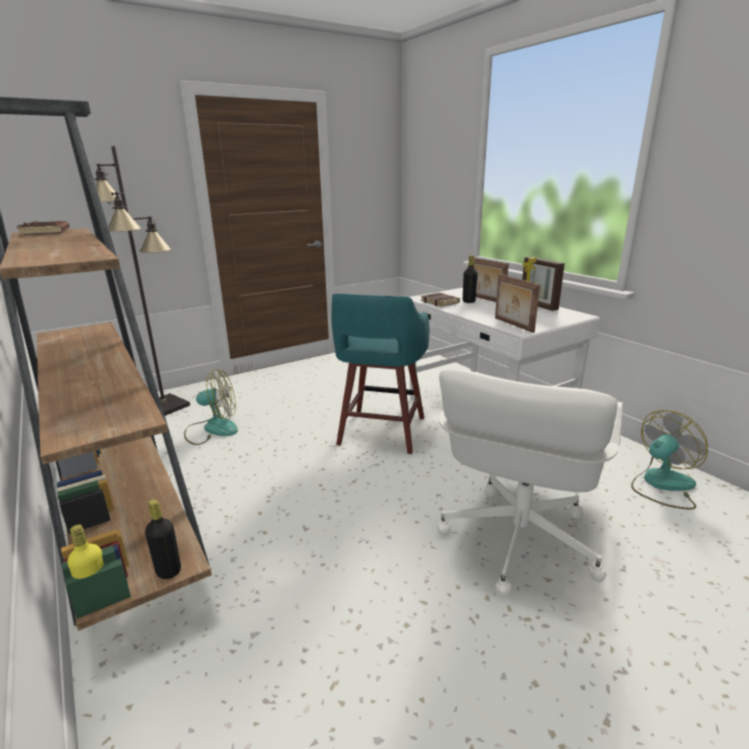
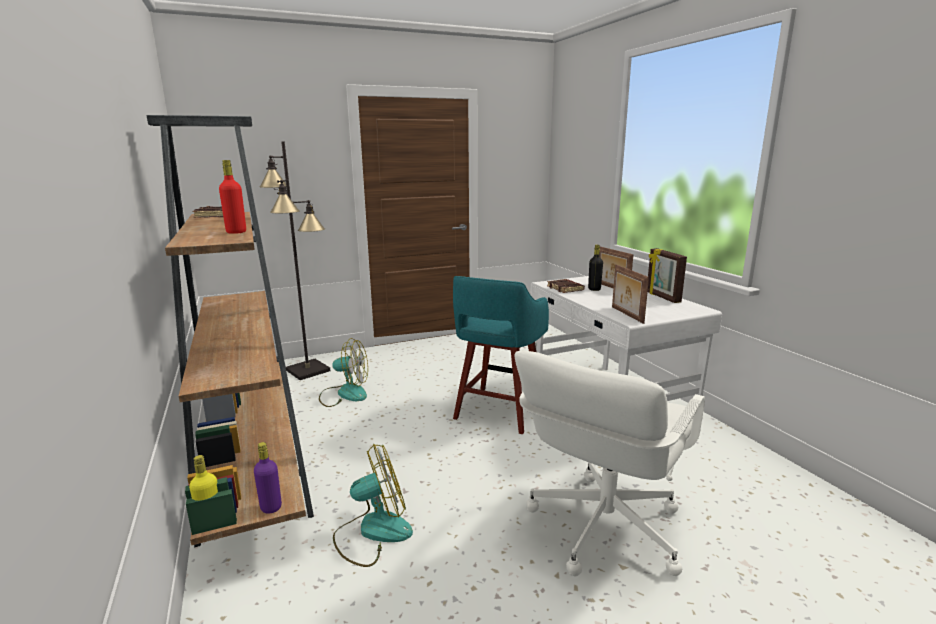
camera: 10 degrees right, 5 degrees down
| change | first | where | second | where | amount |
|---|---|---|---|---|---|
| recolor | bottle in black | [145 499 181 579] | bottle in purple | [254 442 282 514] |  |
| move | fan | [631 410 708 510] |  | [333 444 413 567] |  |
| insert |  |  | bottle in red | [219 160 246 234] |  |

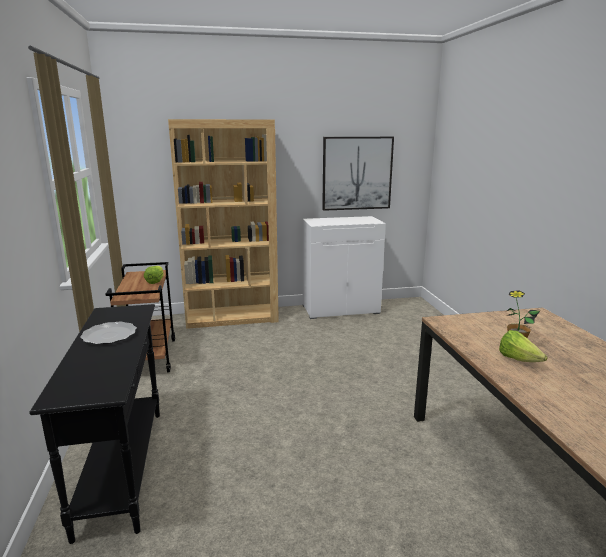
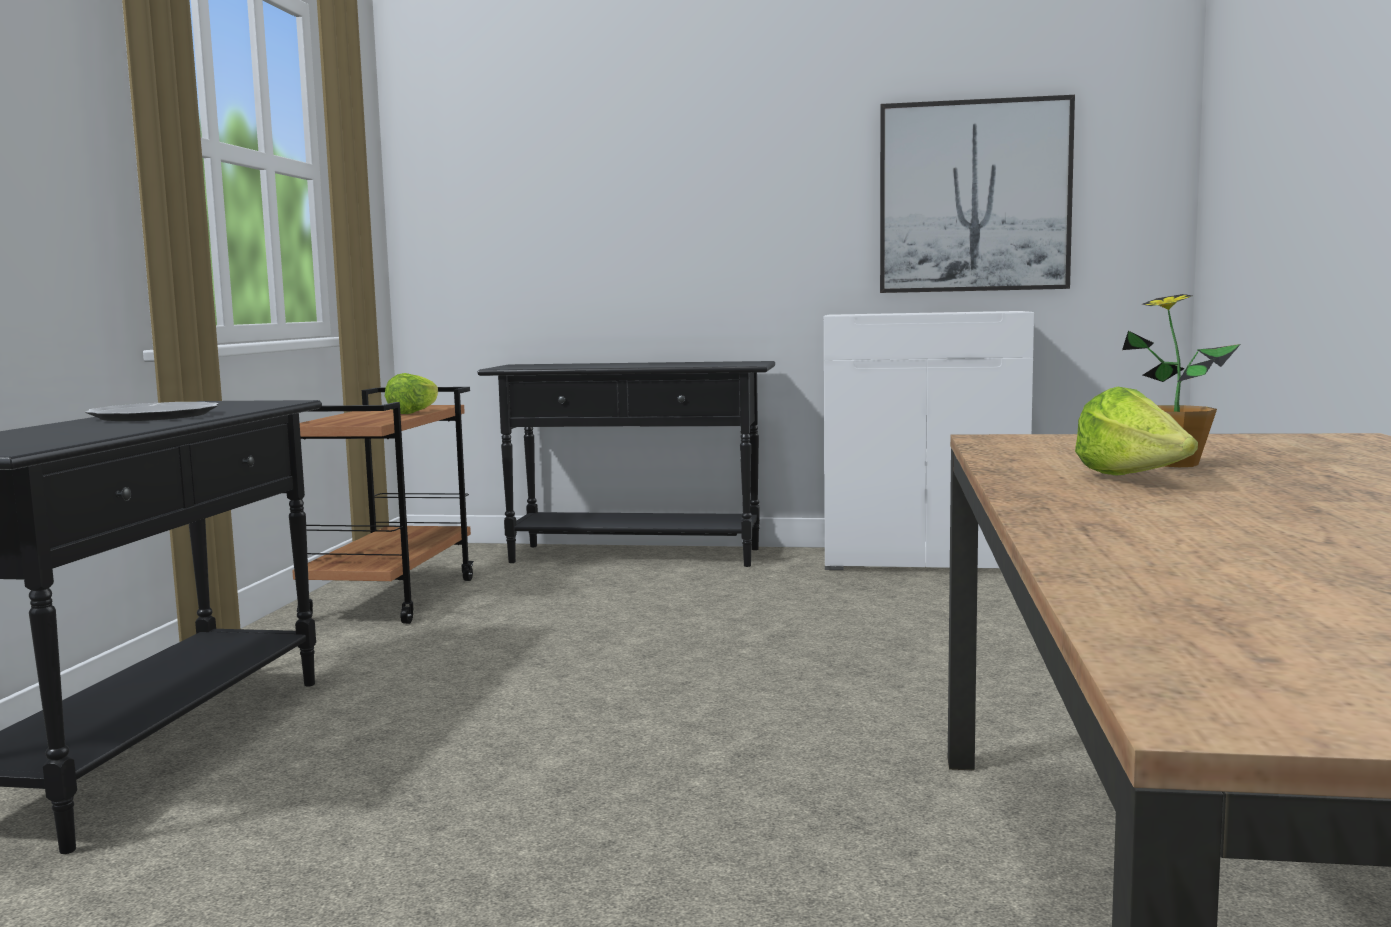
camera: 20 degrees right, 10 degrees down
| change | first | where | second | where | amount |
|---|---|---|---|---|---|
| replace | bookcase in brown | [168 119 279 329] | console table in black | [477 361 775 567] |  |

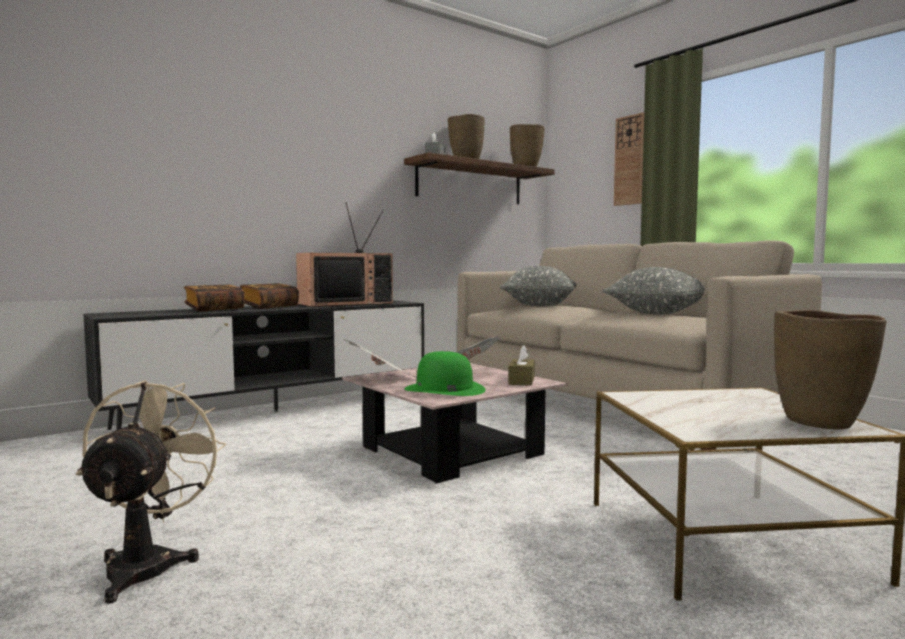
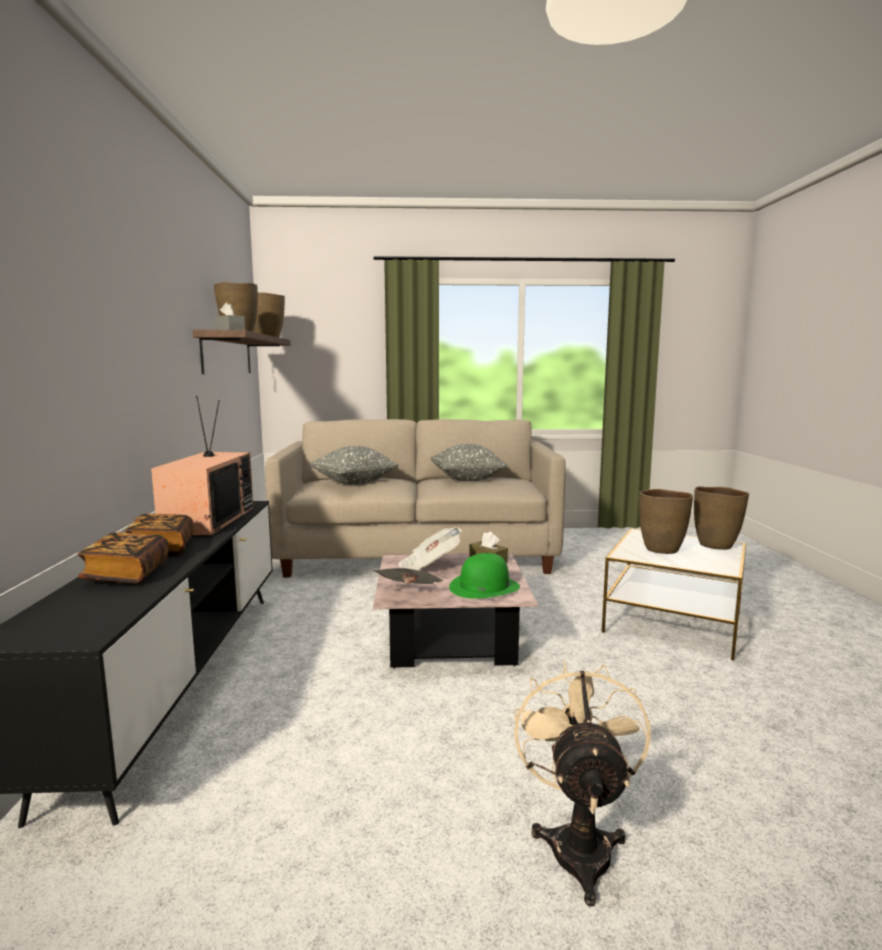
camera: 55 degrees left, 5 degrees up
| change | first | where | second | where | amount |
|---|---|---|---|---|---|
| rotate | fan in beige | [76 381 226 604] |  | [514 660 651 907] | 60 degrees clockwise |
| delete | wall clock | [614 113 644 206] |  |  |  |
| insert |  |  | vase in brown | [639 489 693 554] |  |

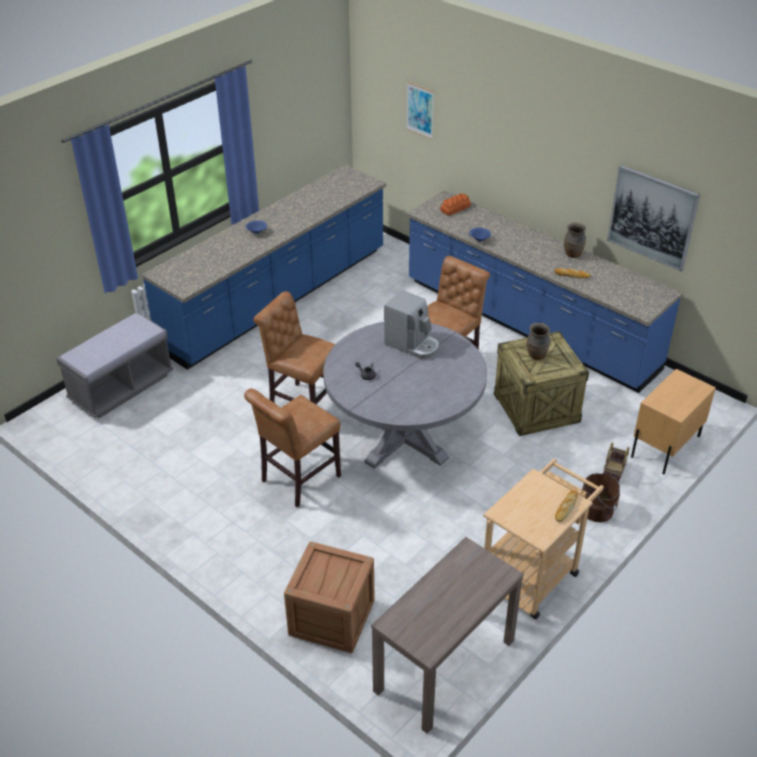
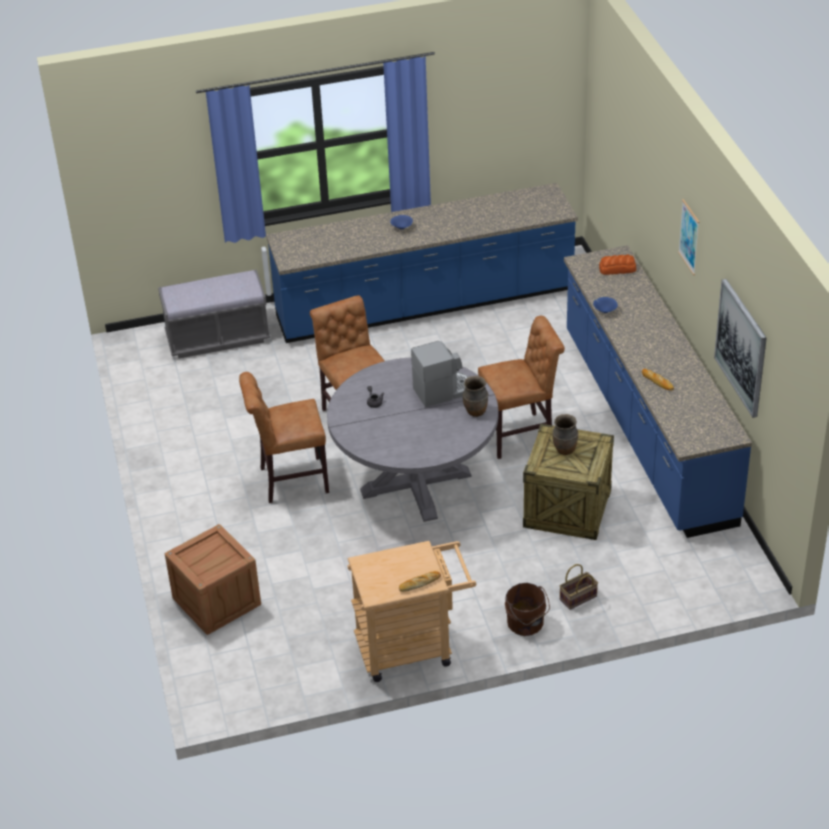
camera: 35 degrees right, 0 degrees up
| change | first | where | second | where | amount |
|---|---|---|---|---|---|
| delete | console table in brown | [371 537 524 734] |  |  |  |
| rotate | coffee machine | [384 290 439 359] |  | [411 341 468 407] | 90 degrees counterclockwise |
| move | picture | [406 82 434 139] |  | [678 199 699 275] |  |
| move | vase in brown | [564 222 586 258] |  | [463 376 488 417] |  |
| delete | nightstand in beige | [631 369 716 475] |  |  |  |

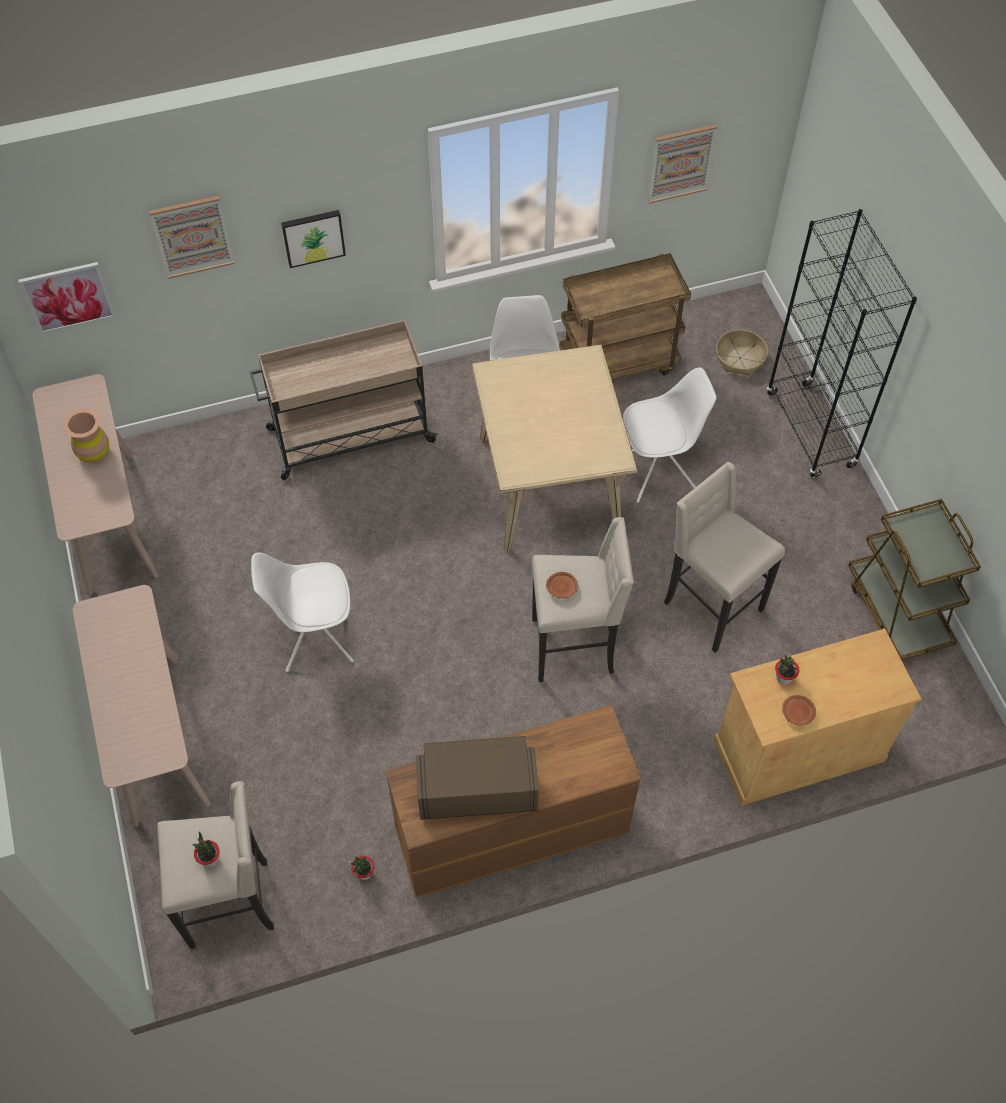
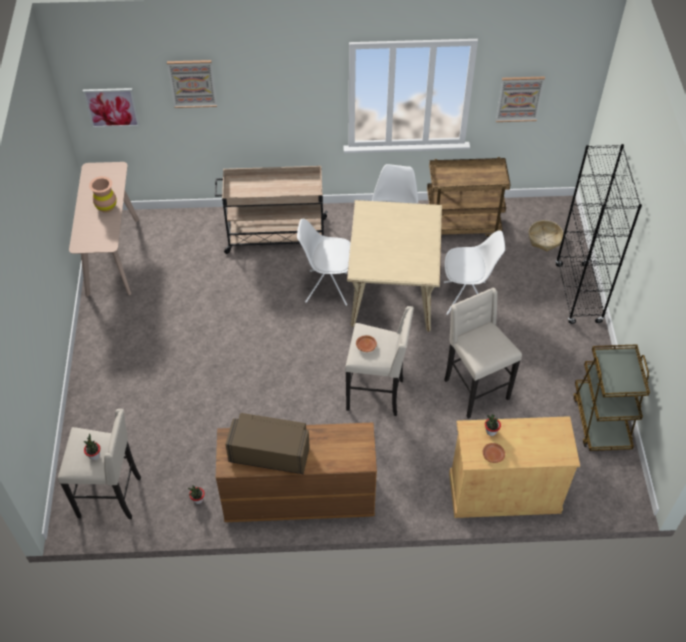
camera: 15 degrees right, 5 degrees down
| change | first | where | second | where | amount |
|---|---|---|---|---|---|
| delete | console table in beige | [73 585 211 827] |  |  |  |
| move | chair in white | [251 552 354 672] |  | [297 219 351 306] |  |
| delete | picture | [281 210 346 268] |  |  |  |

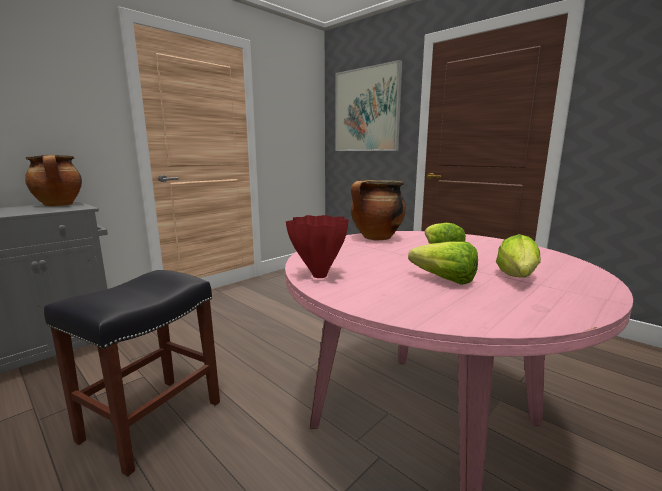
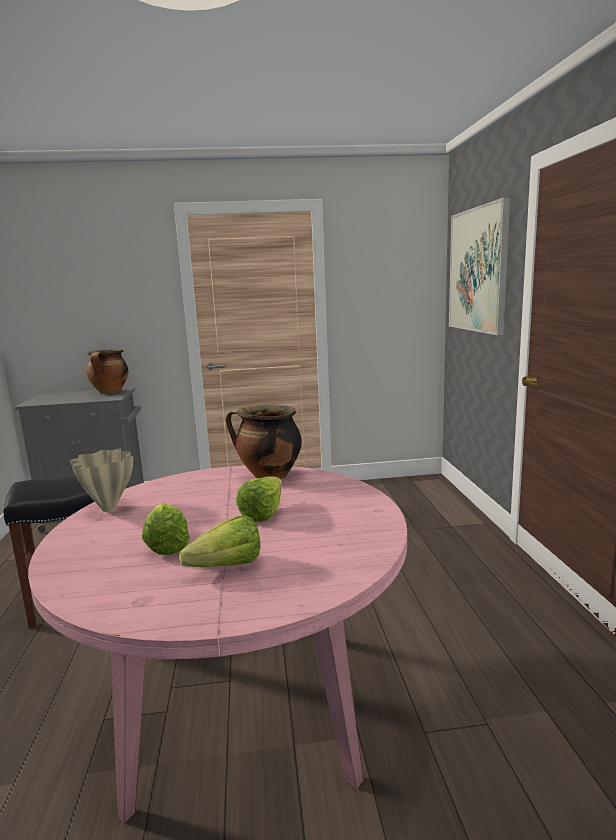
camera: 40 degrees right, 0 degrees up
| change | first | where | second | where | amount |
|---|---|---|---|---|---|
| recolor | vase in red | [286 215 349 278] | vase in beige | [70 449 133 512] |  |

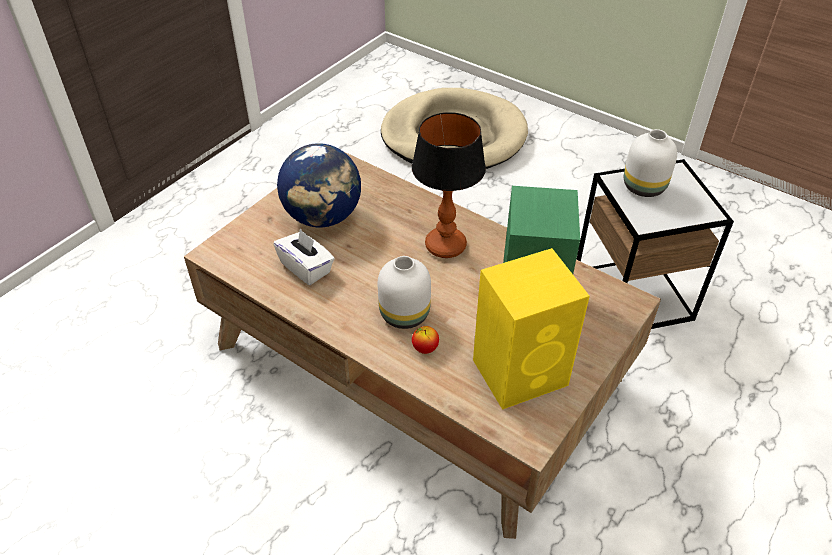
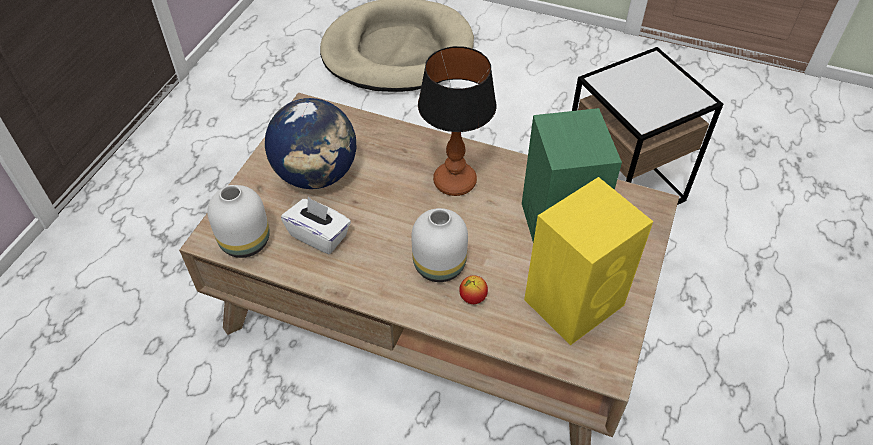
camera: 15 degrees left, 5 degrees up
| change | first | where | second | where | amount |
|---|---|---|---|---|---|
| move | vase in white | [624 129 677 197] |  | [207 185 270 258] |  |

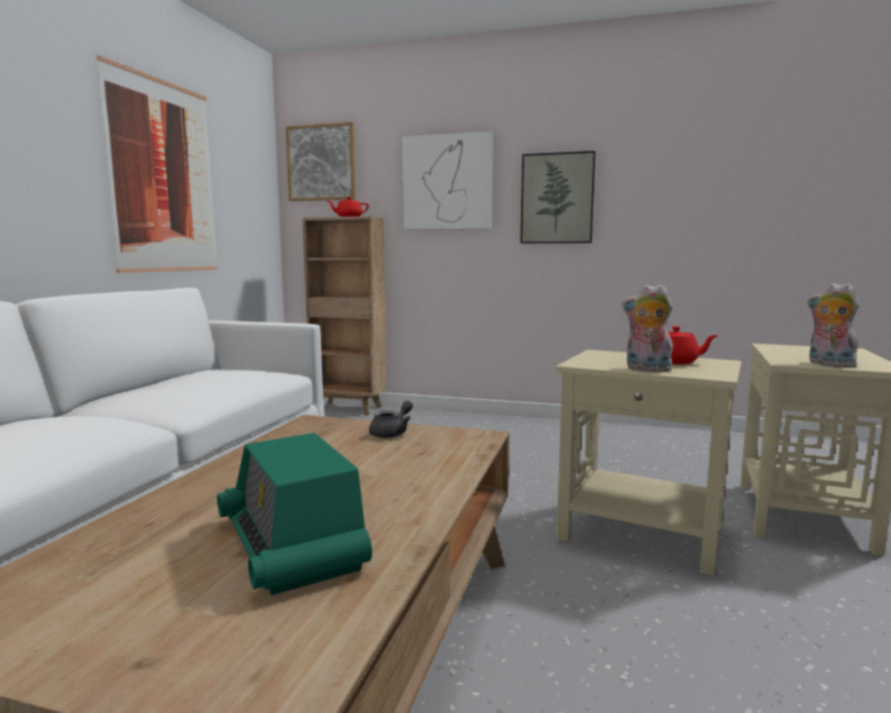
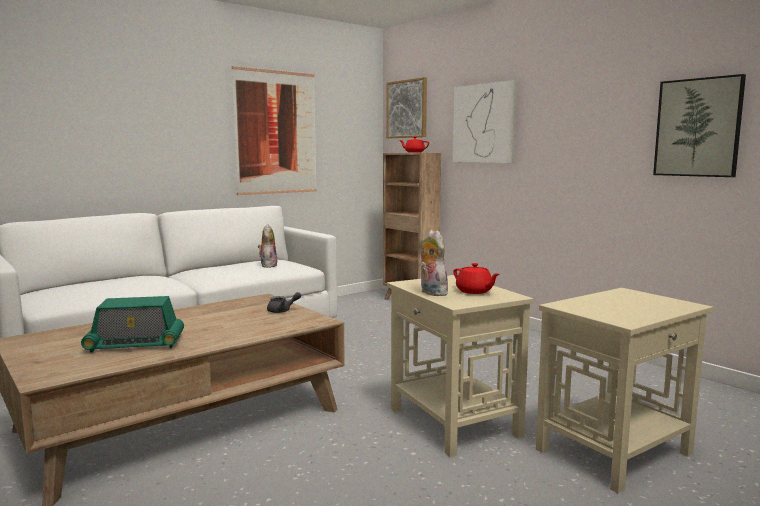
camera: 35 degrees right, 0 degrees up
| change | first | where | second | where | amount |
|---|---|---|---|---|---|
| rotate | radio | [217 433 372 595] |  | [81 296 184 353] | 105 degrees counterclockwise |
| move | picture | [520 151 595 243] |  | [653 74 746 177] |  |
| move | plush toy | [807 283 859 367] |  | [258 224 278 268] |  |

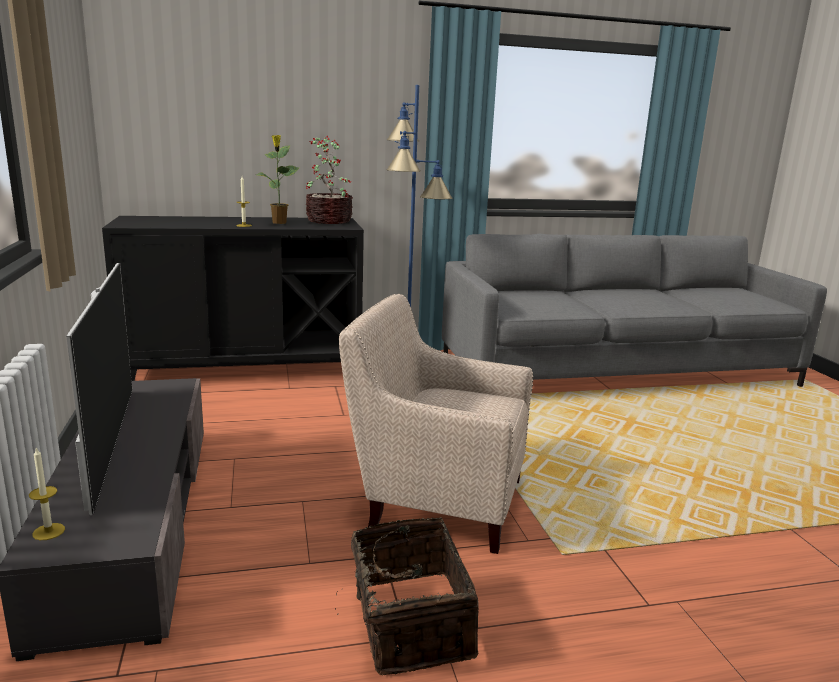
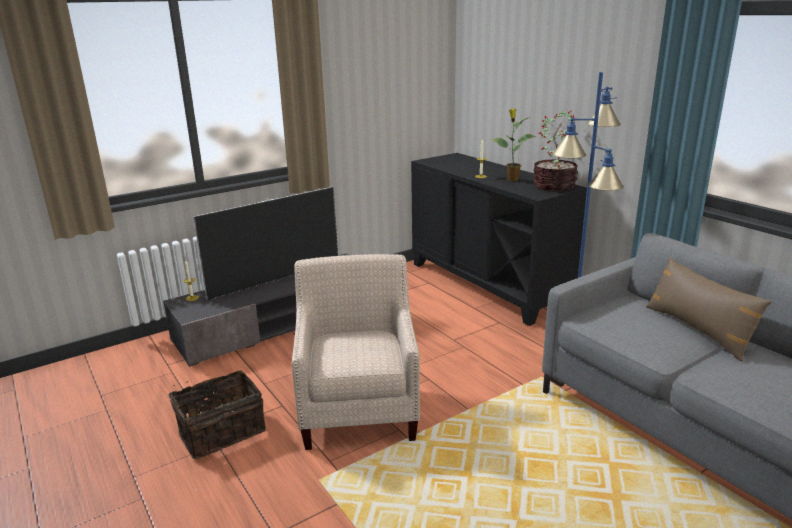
camera: 70 degrees right, 5 degrees up
| change | first | where | second | where | amount |
|---|---|---|---|---|---|
| insert |  |  | pillow in brown | [646 257 772 362] |  |

